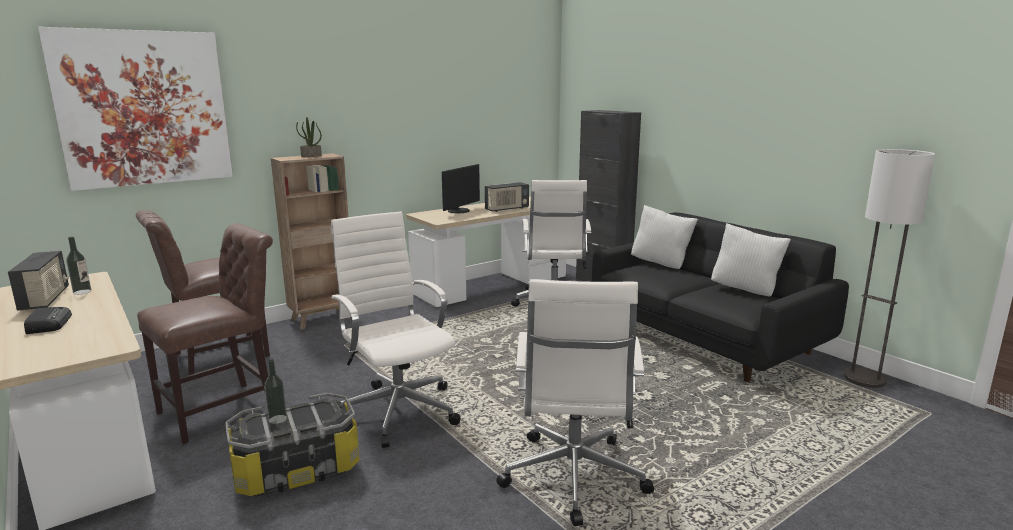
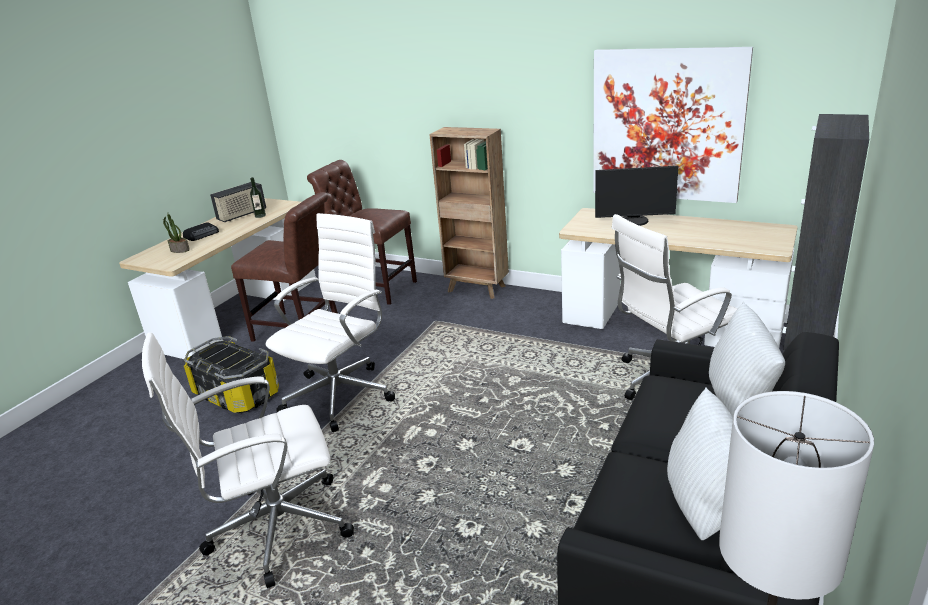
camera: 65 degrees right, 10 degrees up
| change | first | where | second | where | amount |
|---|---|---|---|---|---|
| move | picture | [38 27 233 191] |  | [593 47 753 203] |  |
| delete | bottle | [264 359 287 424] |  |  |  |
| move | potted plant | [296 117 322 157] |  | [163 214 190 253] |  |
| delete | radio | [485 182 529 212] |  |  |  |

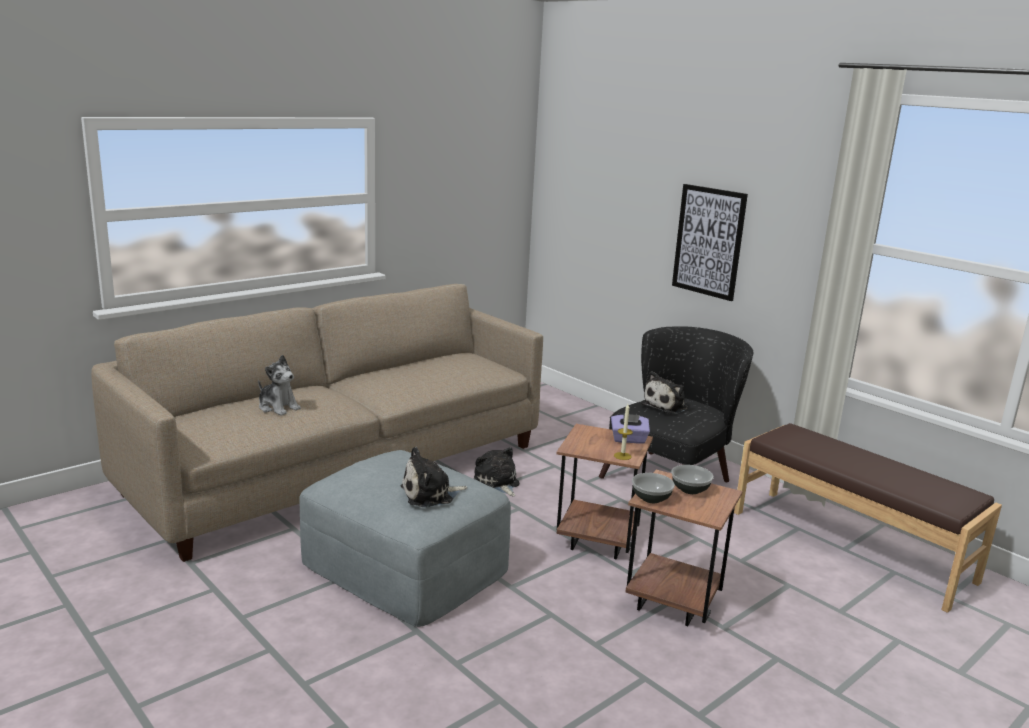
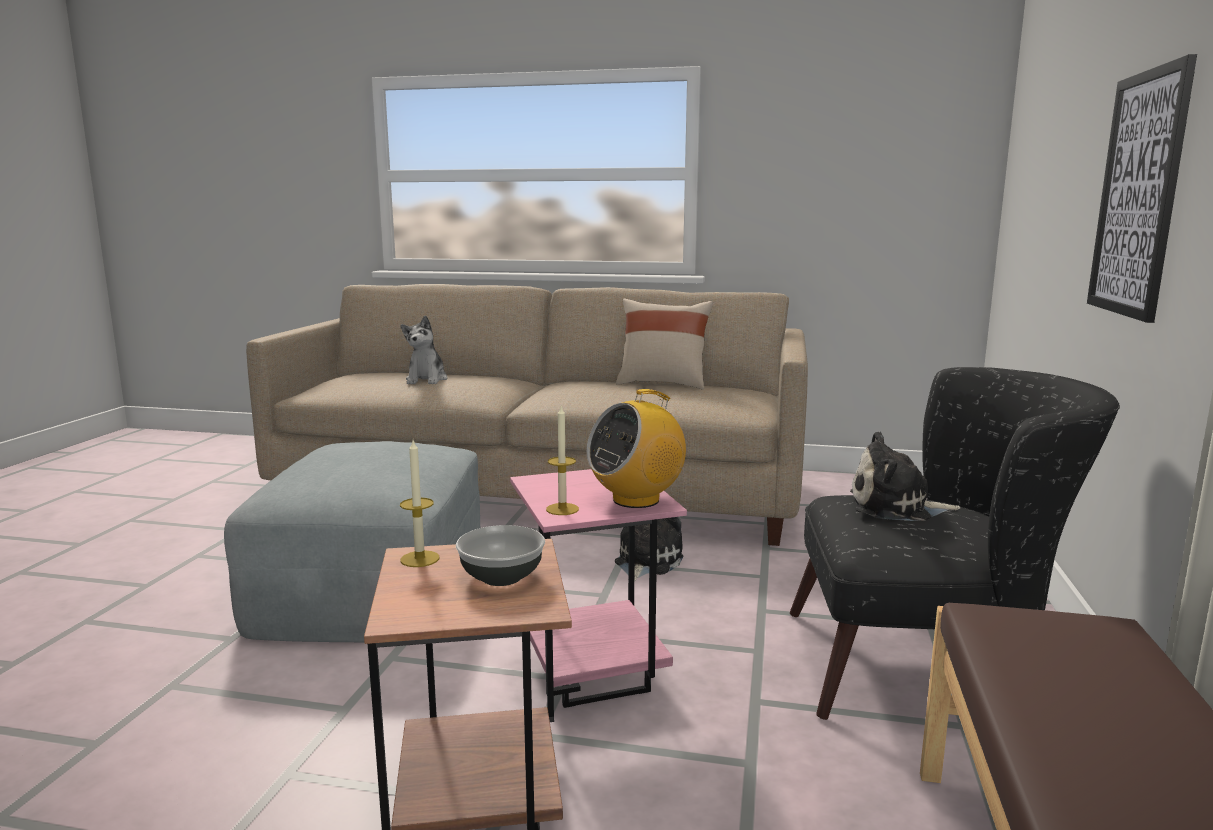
camera: 55 degrees right, 5 degrees down
| change | first | where | second | where | amount |
|---|---|---|---|---|---|
| delete | plush toy | [401 447 467 507] |  |  |  |
| recolor | side table in brown | [557 424 653 559] | side table in pink | [510 469 687 708] |  |
| replace | tissue box in purple | [611 414 650 444] | radio | [587 389 686 508] |  |
| replace | bowl | [632 473 675 503] | candle | [400 440 439 567] |  |
| insert |  |  | pillow in beige | [616 298 713 390] |  |

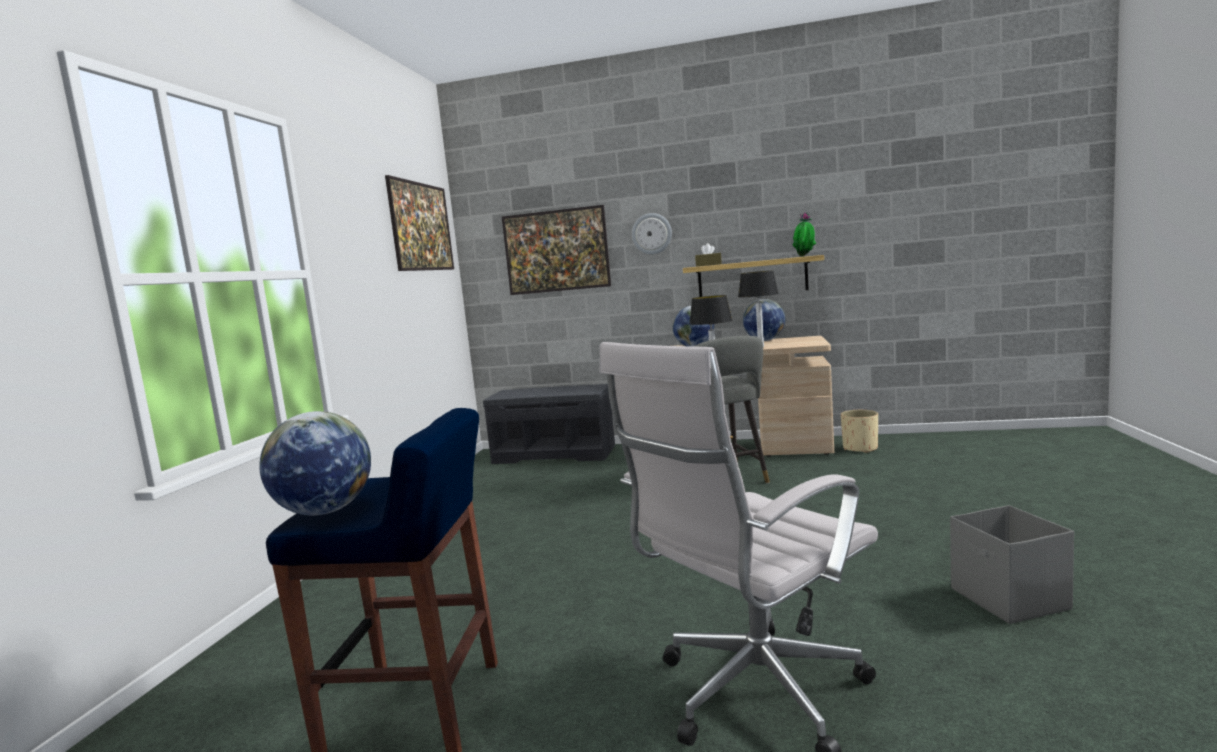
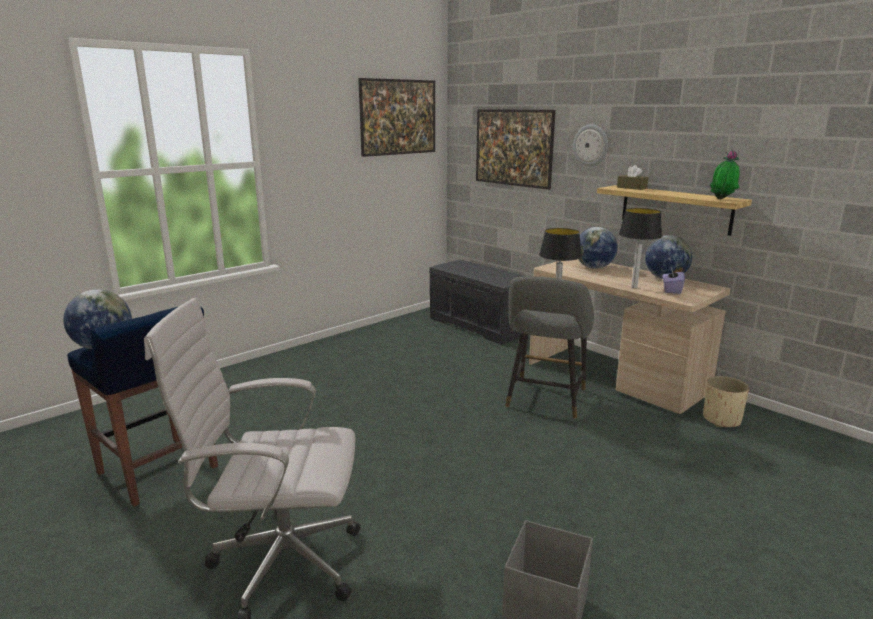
camera: 35 degrees right, 10 degrees up
| change | first | where | second | where | amount |
|---|---|---|---|---|---|
| insert |  |  | tissue box in purple | [663 266 685 294] |  |

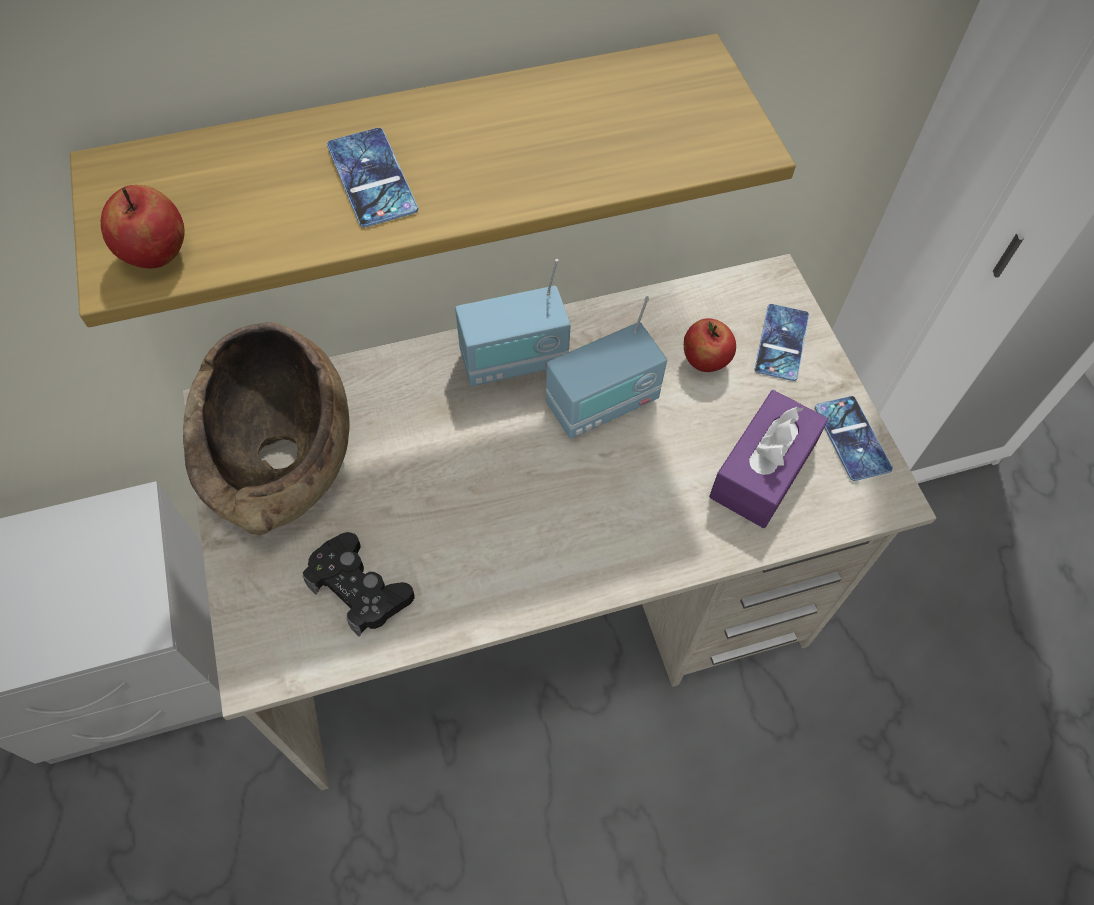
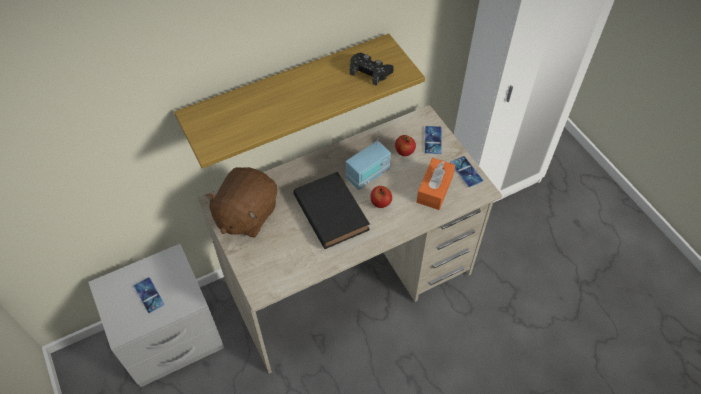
camera: 10 degrees left, 5 degrees down
| change | first | where | second | where | amount |
|---|---|---|---|---|---|
| move | apple | [101 185 185 268] |  | [370 186 392 208] |  |
| replace | bowl in brown | [183 322 350 536] | plush toy in brown | [205 167 277 238] |  |
| move | game controller in black | [303 532 415 637] |  | [350 53 394 86] |  |
| move | phone | [327 128 418 227] |  | [134 277 164 313] |  |
| delete | radio | [455 259 571 386] |  |  |  |
| recolor | tissue box in purple | [709 390 829 528] | tissue box in orange | [416 158 455 210] |  |
| insert |  |  | book in black | [293 172 370 249] |  |

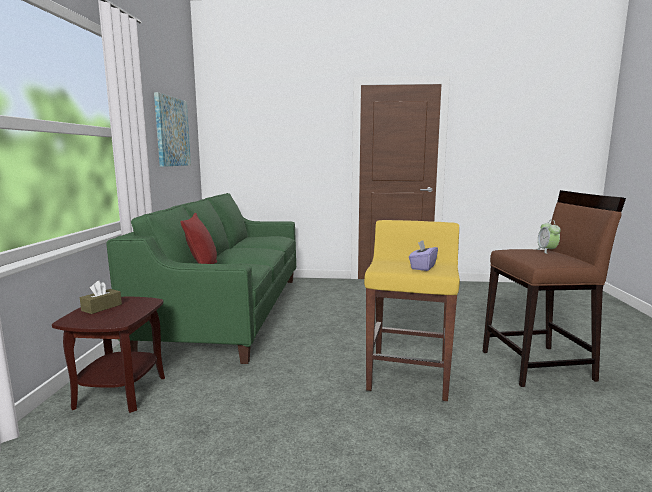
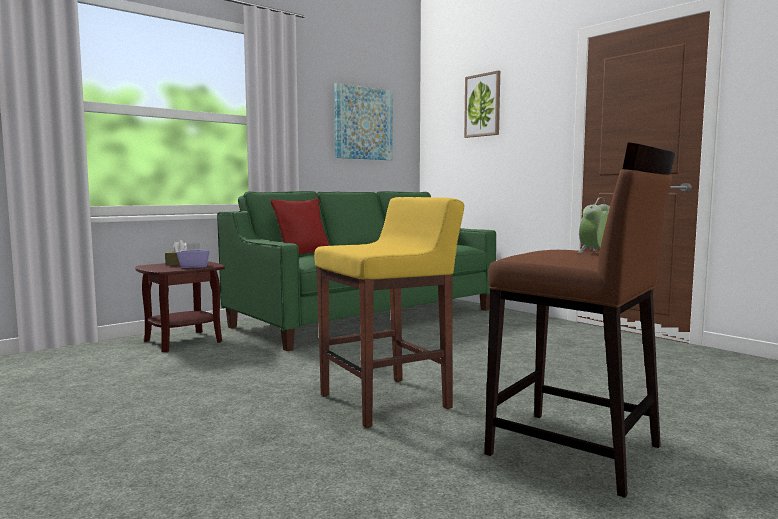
camera: 45 degrees right, 5 degrees down
| change | first | where | second | where | amount |
|---|---|---|---|---|---|
| move | tissue box in purple | [409 240 438 271] |  | [177 243 209 268] |  |
| insert |  |  | picture | [464 71 500 138] |  |

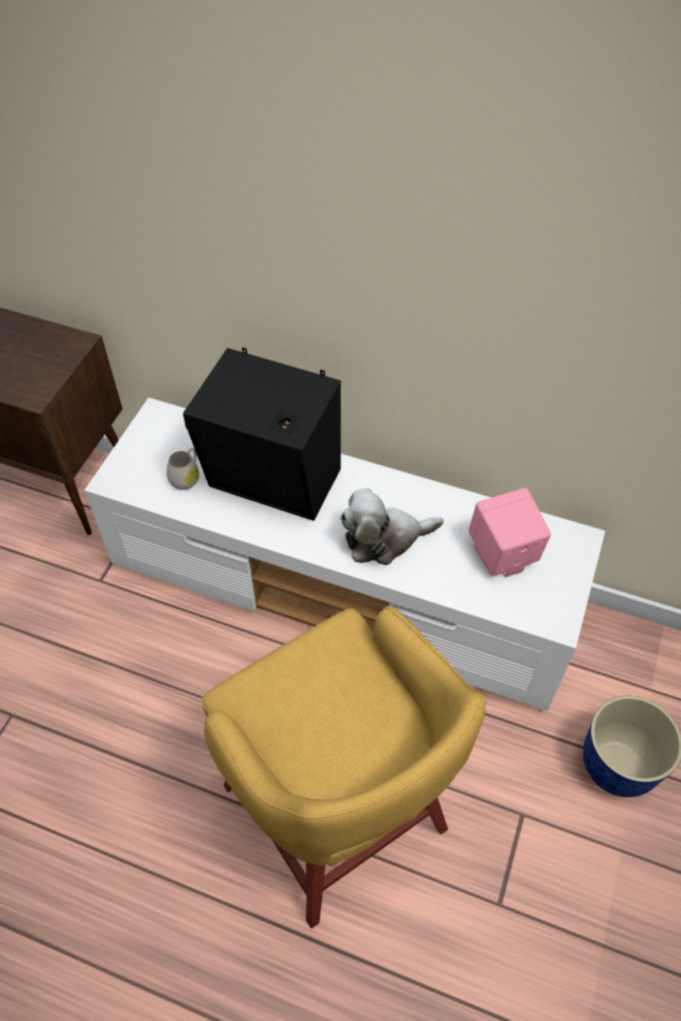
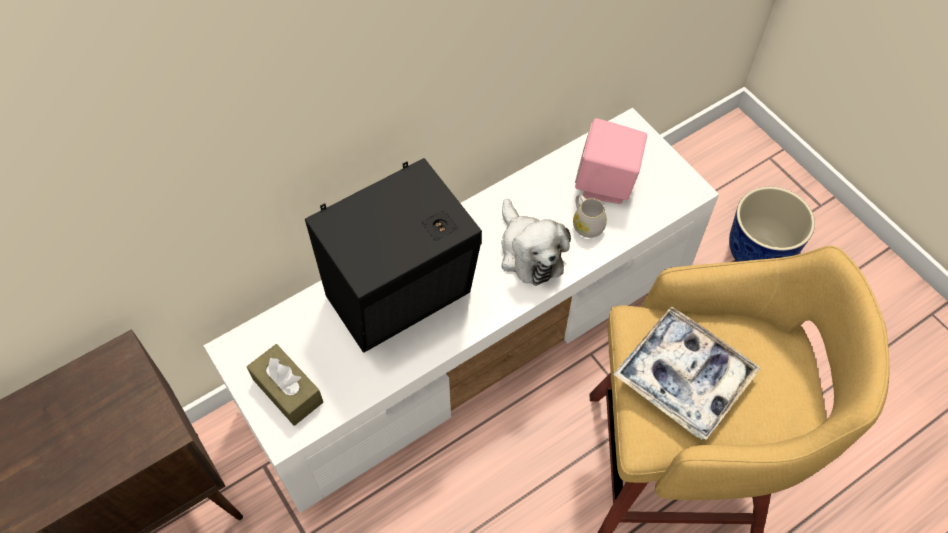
camera: 55 degrees left, 5 degrees up
| change | first | where | second | where | amount |
|---|---|---|---|---|---|
| move | mug in white | [167 448 199 490] |  | [573 194 607 238] |  |
| rotate | plush toy | [340 488 443 565] |  | [501 199 571 286] | 45 degrees counterclockwise |
| insert |  |  | tissue box in brown | [247 344 323 426] |  |
| insert |  |  | tray | [613 306 761 440] |  |

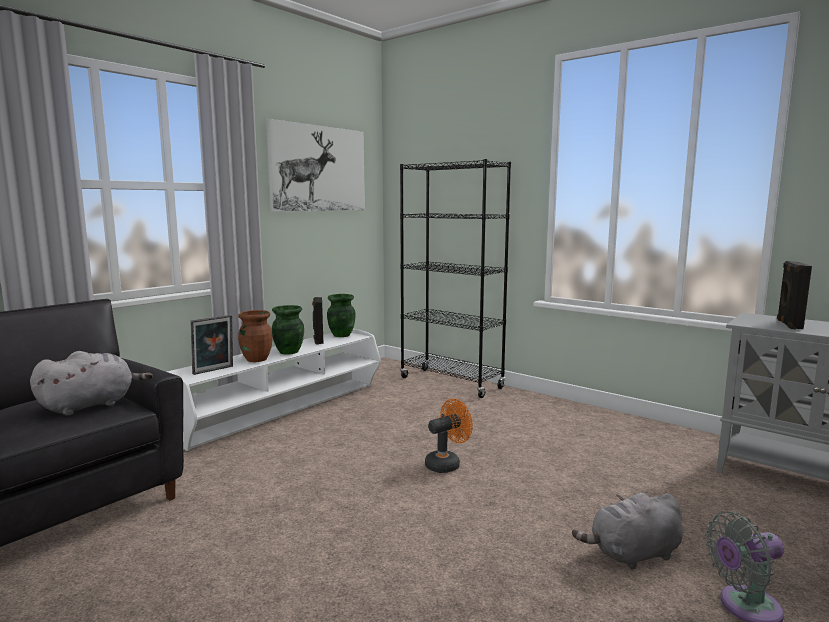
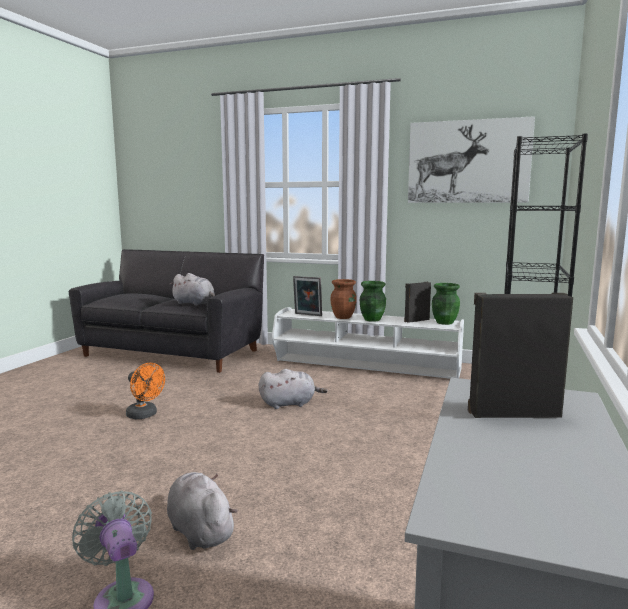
camera: 70 degrees right, 0 degrees up
| change | first | where | second | where | amount |
|---|---|---|---|---|---|
| move | fan in orange | [425 399 473 473] |  | [126 363 165 419] |  |
| insert |  |  | plush toy in grey | [259 369 328 409] |  |

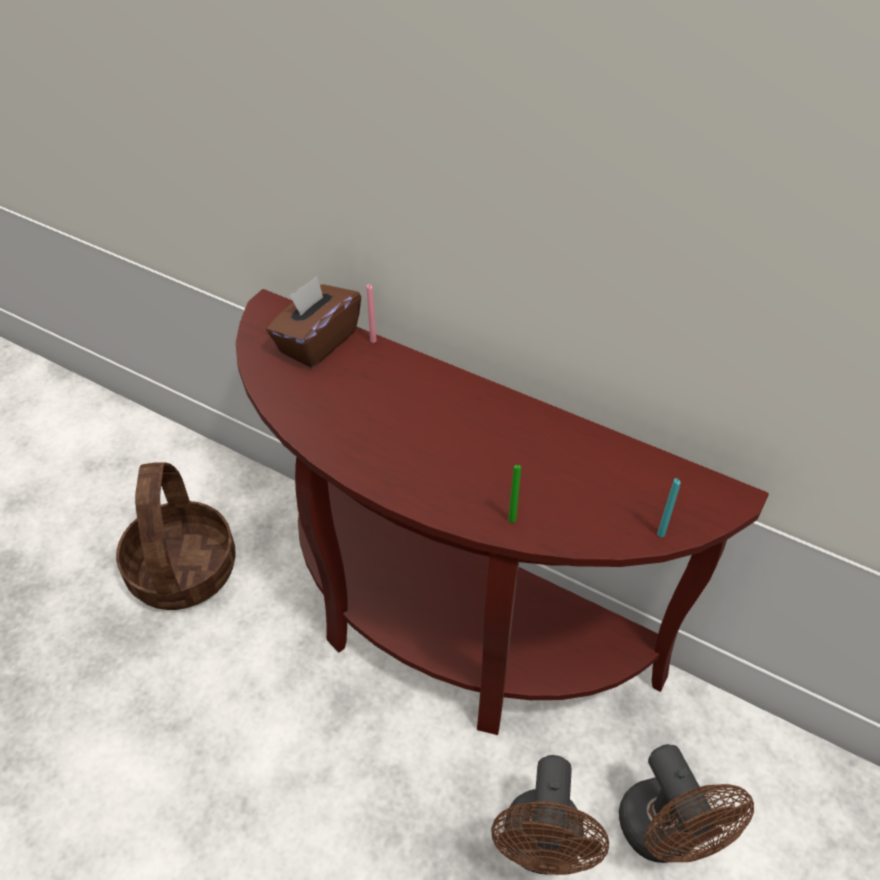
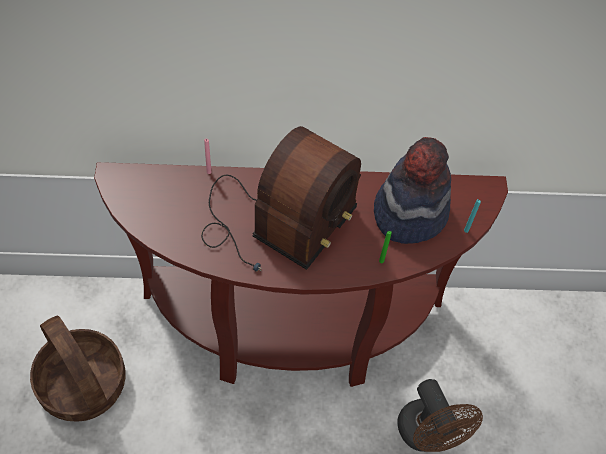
camera: 35 degrees left, 10 degrees up
| change | first | where | second | where | amount |
|---|---|---|---|---|---|
| delete | tissue box in brown | [266 276 361 368] |  |  |  |
| delete | fan in brown | [619 744 754 863] |  |  |  |
| insert |  |  | radio | [201 126 361 272] |  |
| insert |  |  | hat | [374 137 451 244] |  |

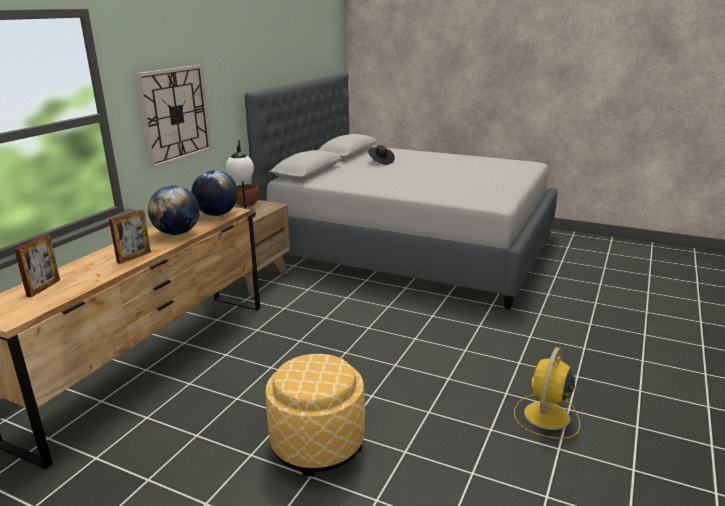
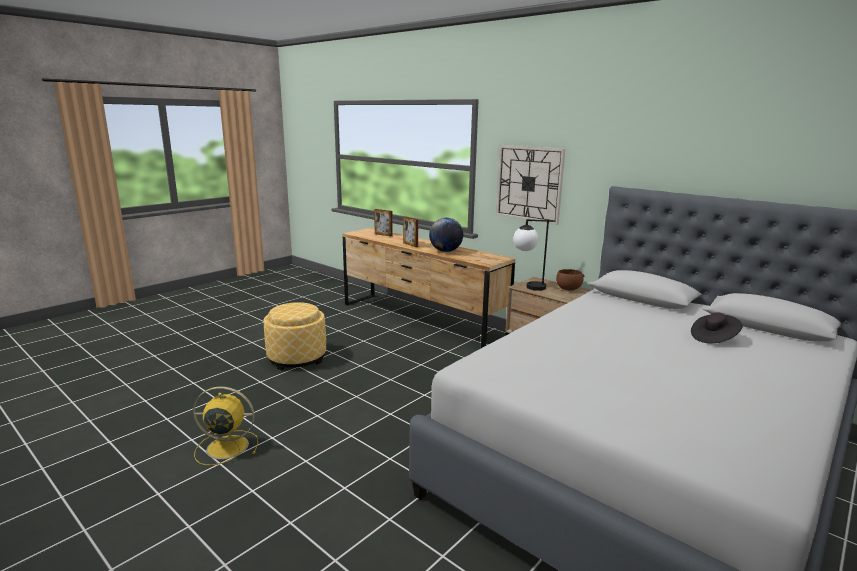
camera: 105 degrees right, 5 degrees down
| change | first | where | second | where | amount |
|---|---|---|---|---|---|
| delete | globe | [191 170 238 216] |  |  |  |
| rotate | fan in yellow | [514 347 580 439] |  | [193 386 258 466] | 45 degrees counterclockwise |

